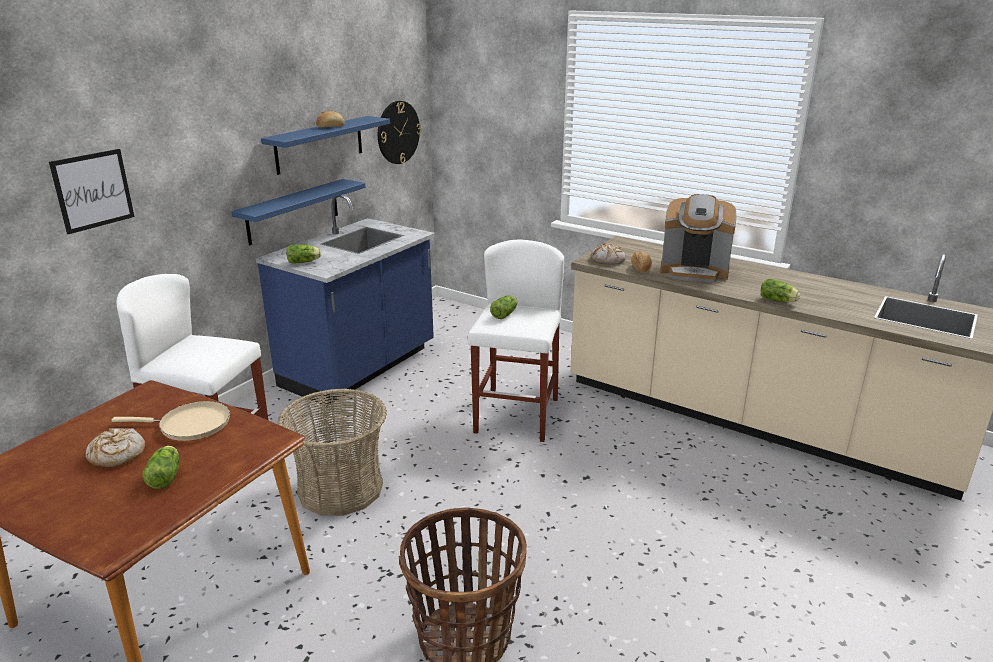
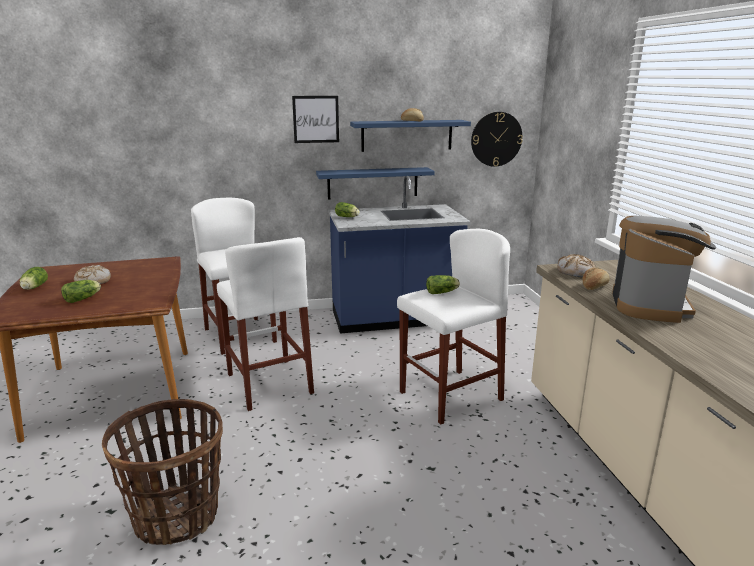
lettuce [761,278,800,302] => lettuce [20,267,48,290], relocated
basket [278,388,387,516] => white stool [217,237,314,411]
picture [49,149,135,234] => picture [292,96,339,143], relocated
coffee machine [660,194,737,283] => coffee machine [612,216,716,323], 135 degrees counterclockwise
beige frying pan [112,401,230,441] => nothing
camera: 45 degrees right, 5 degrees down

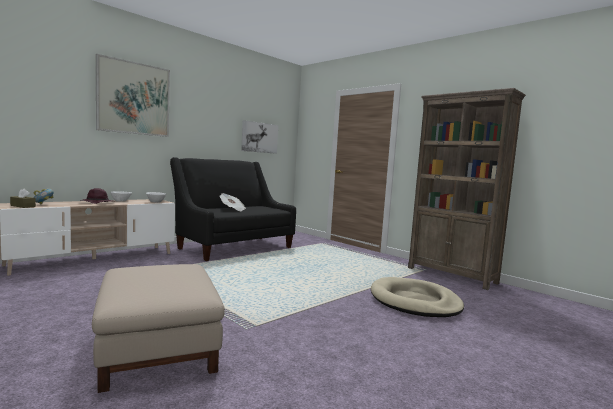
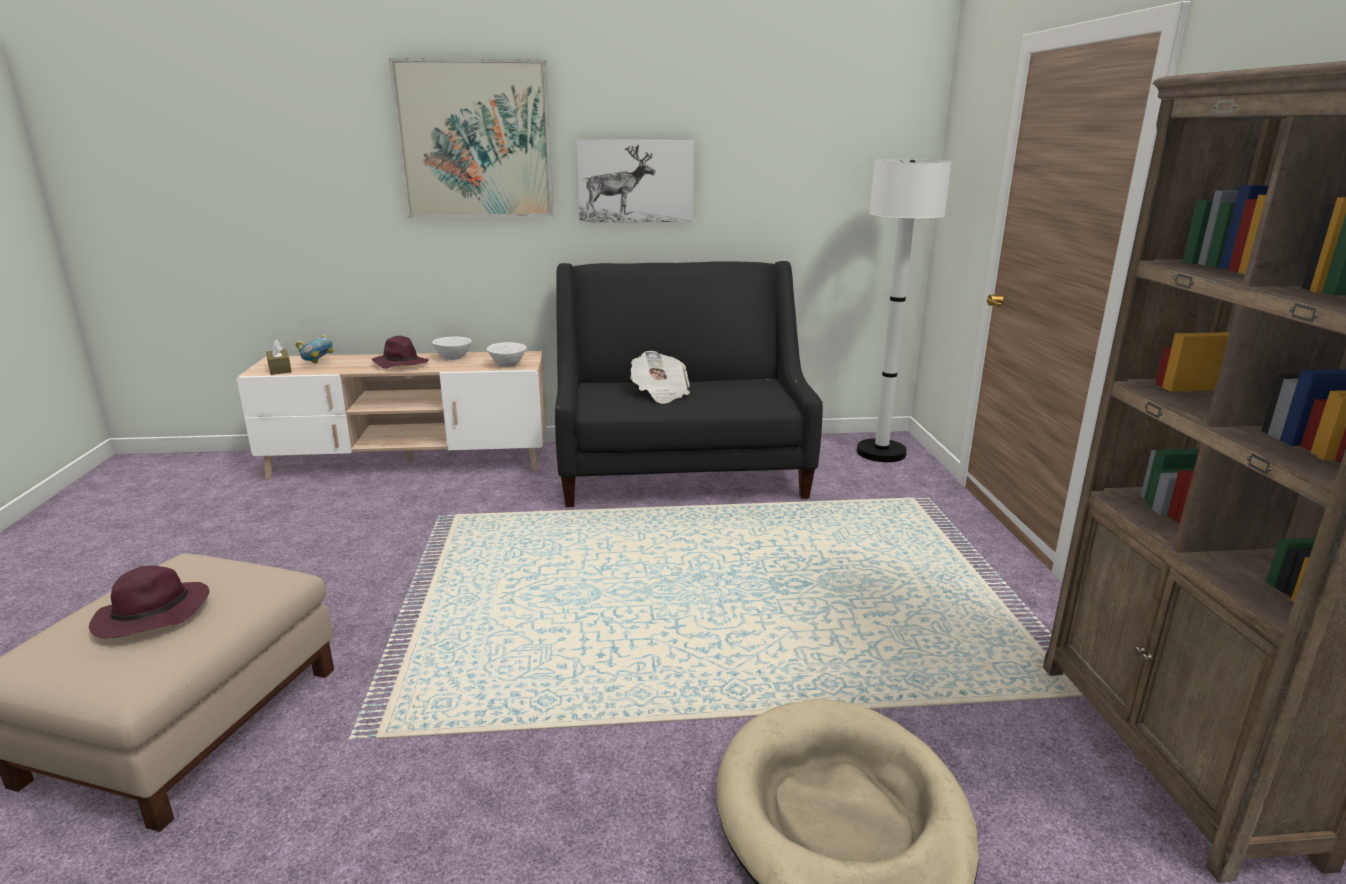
nothing => purple hat [89,565,209,638]
picture [241,120,278,154] => picture [577,140,694,222], relocated
nothing => white floor lamp [857,159,951,462]
camera: 40 degrees right, 15 degrees up

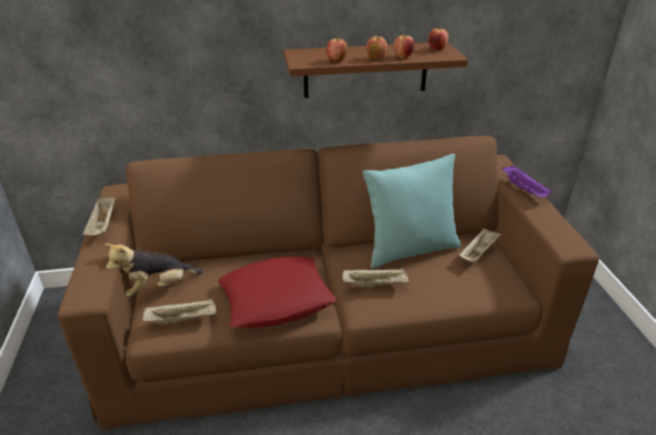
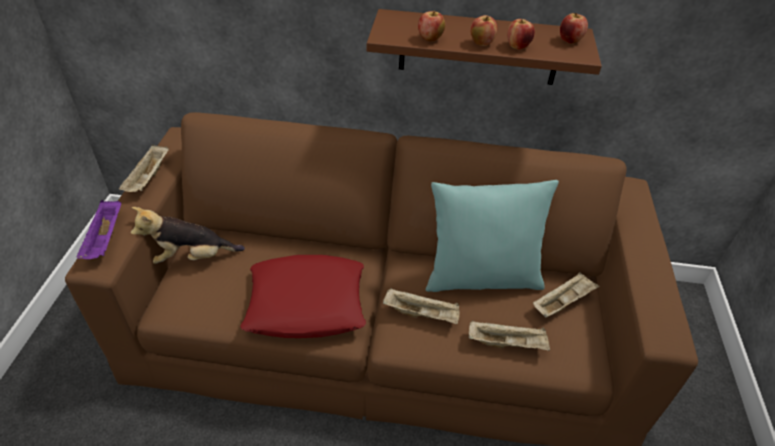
purple tray [502,166,552,197] => purple tray [77,200,121,259], relocated
beige tray [142,298,216,325] => beige tray [469,321,550,351], relocated
camera: 15 degrees right, 10 degrees up

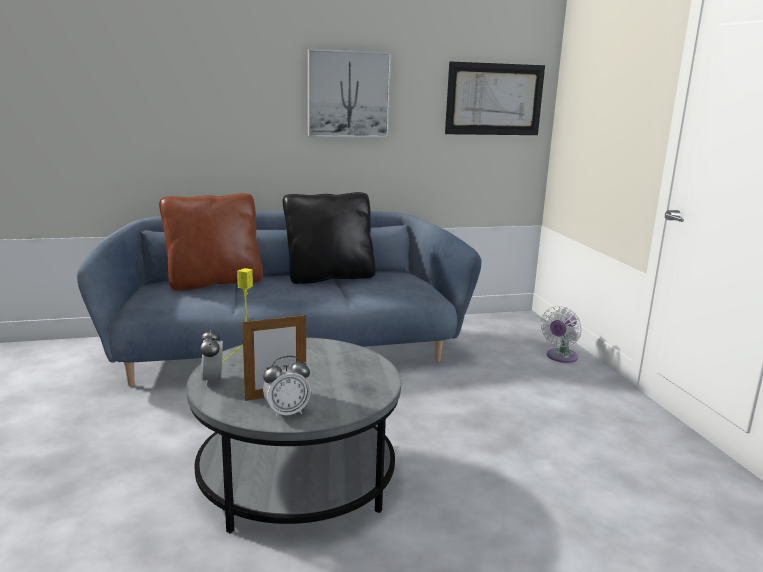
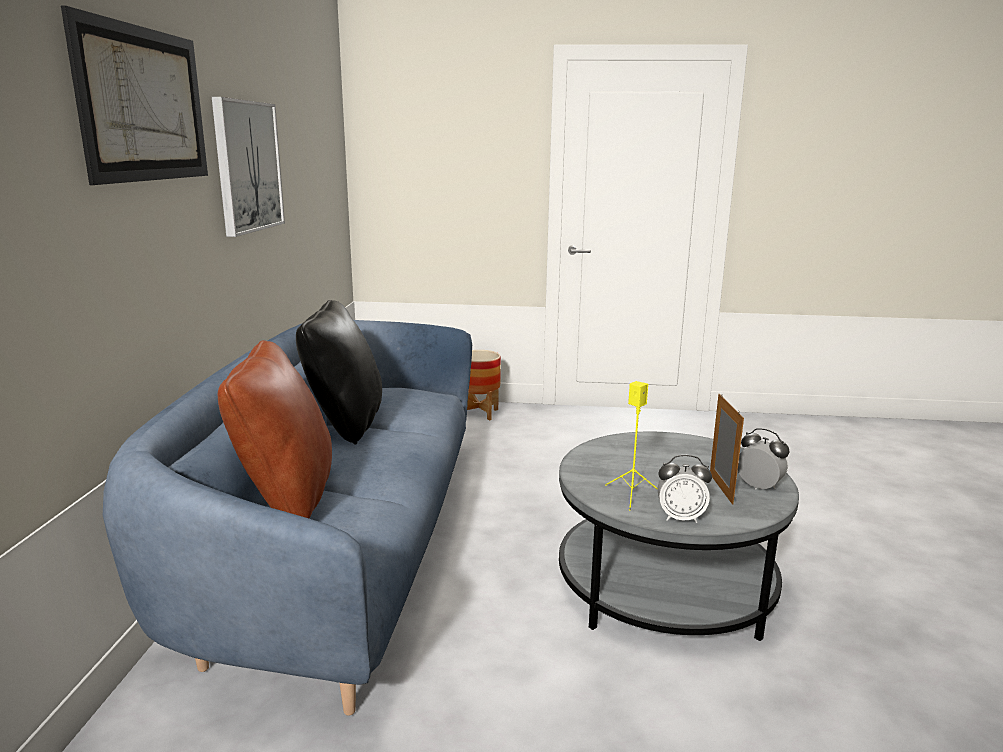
picture [445,61,545,135] => picture [61,5,208,185], relocated
white fan [541,306,582,363] => planter [467,350,501,420]
alarm clock [263,356,311,419] => alarm clock [738,428,789,489], 45 degrees counterclockwise
camera: 70 degrees left, 0 degrees up

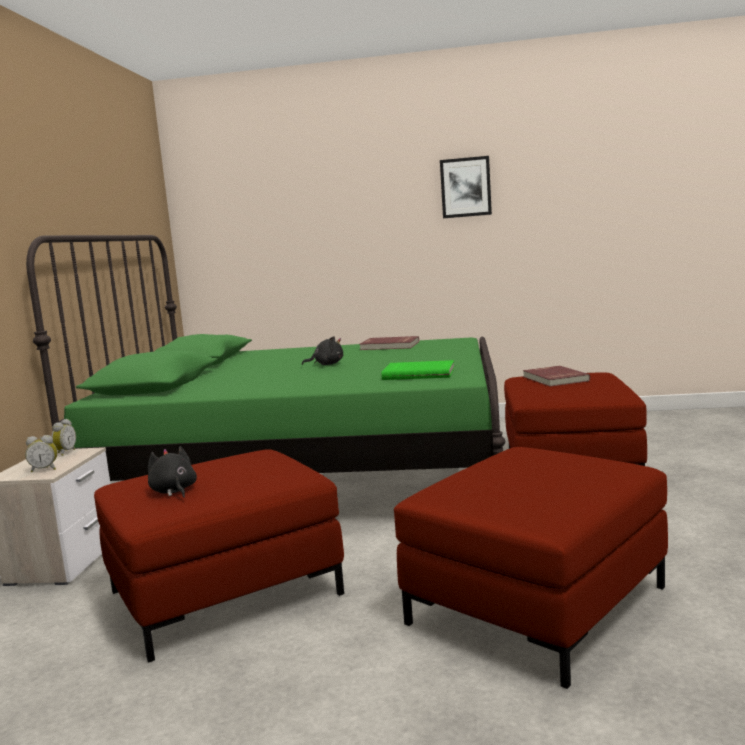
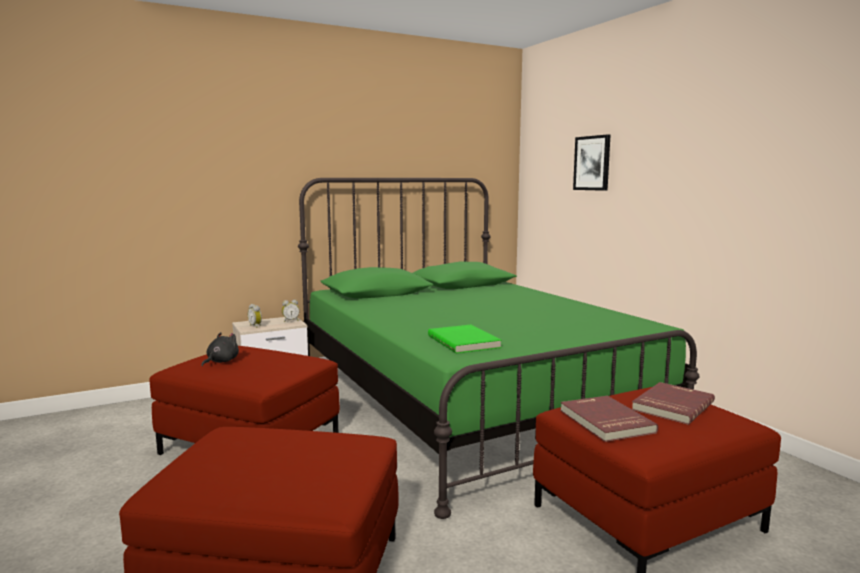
red book [360,336,419,350] => red book [560,396,658,442], relocated
picture [440,156,492,218] => picture [573,134,611,191], relocated
black plush toy [302,336,343,365] => nothing
camera: 55 degrees right, 0 degrees up

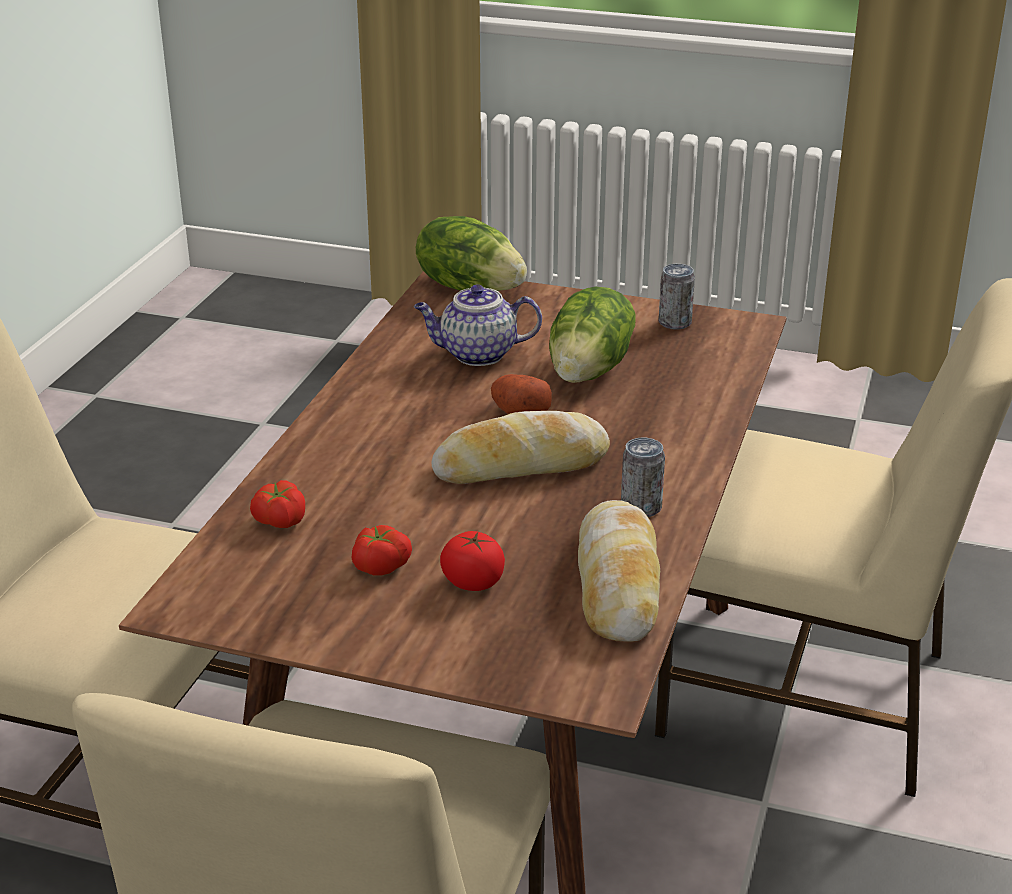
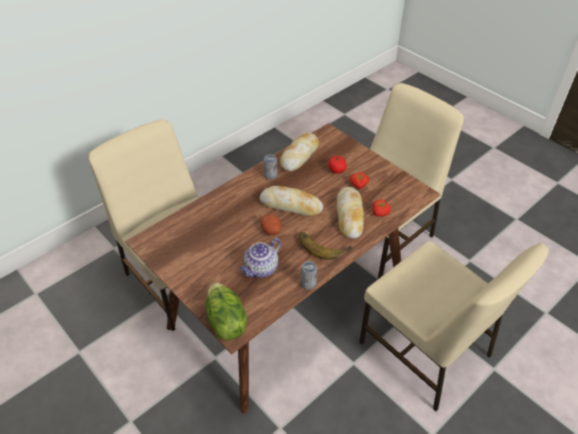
teapot [414,284,542,366] => teapot [239,238,281,278], 105 degrees clockwise
nothing => banana [299,232,352,260]
can [659,264,695,330] => can [301,261,317,290], relocated
nothing => bread [337,187,364,239]
lettuce [549,287,635,383] => nothing
camera: 150 degrees left, 15 degrees up

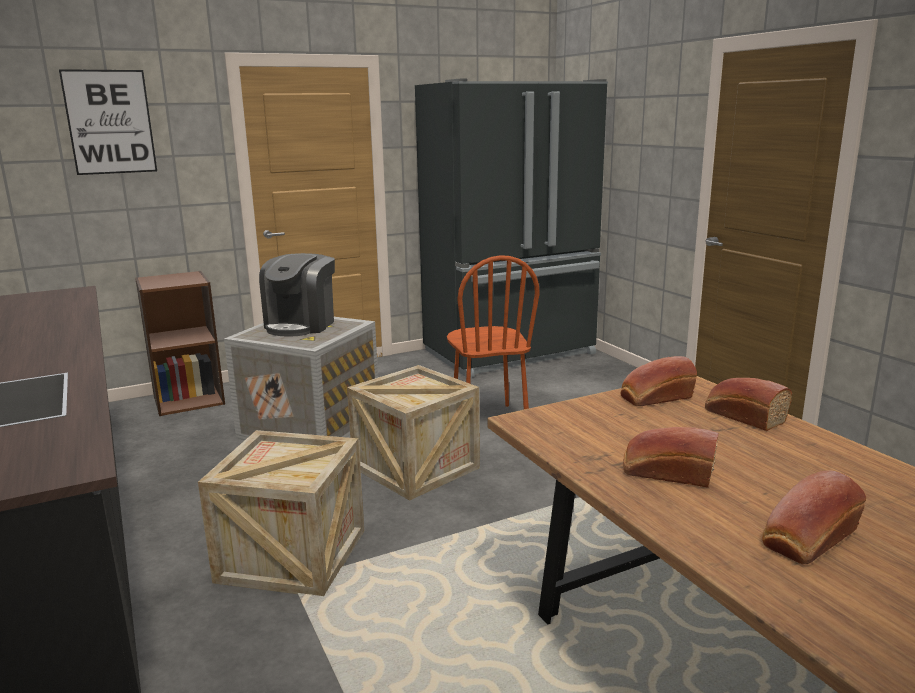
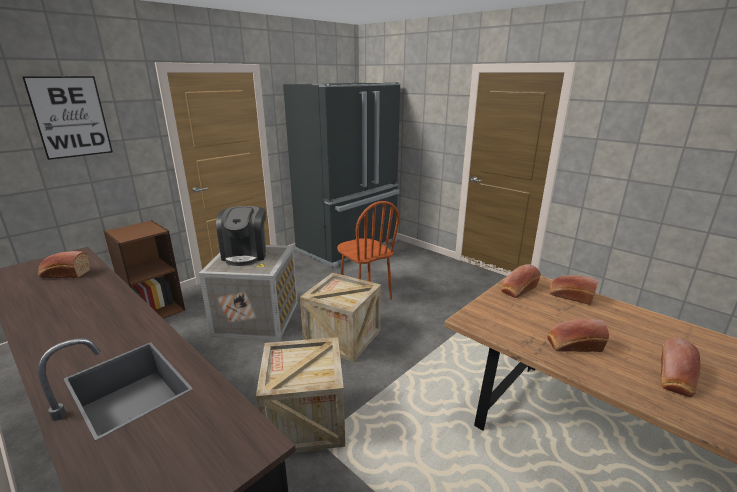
nothing => bread [38,251,90,278]
camera: 20 degrees left, 5 degrees up

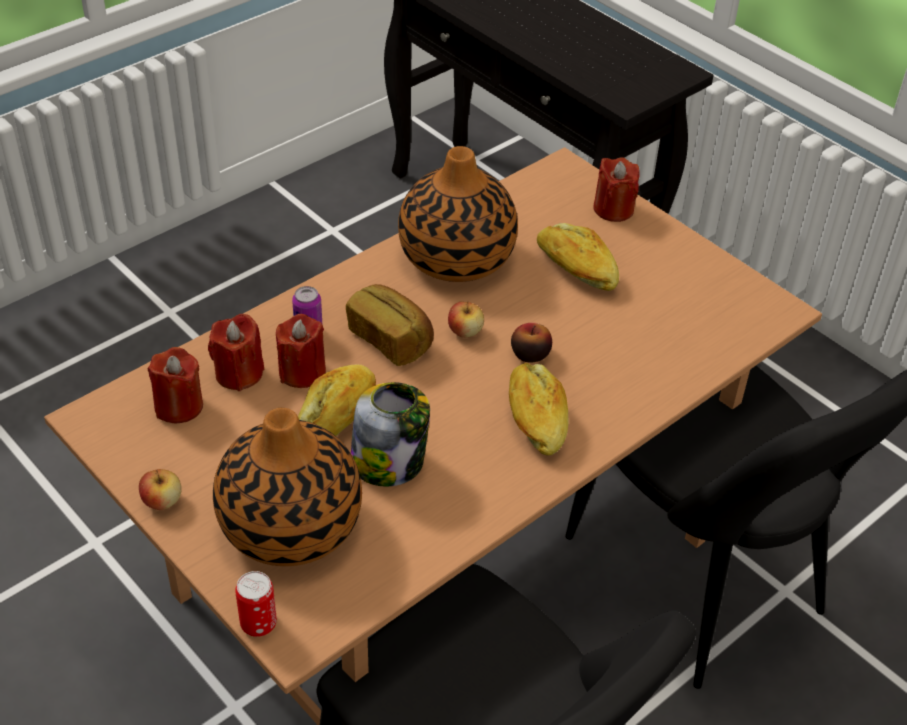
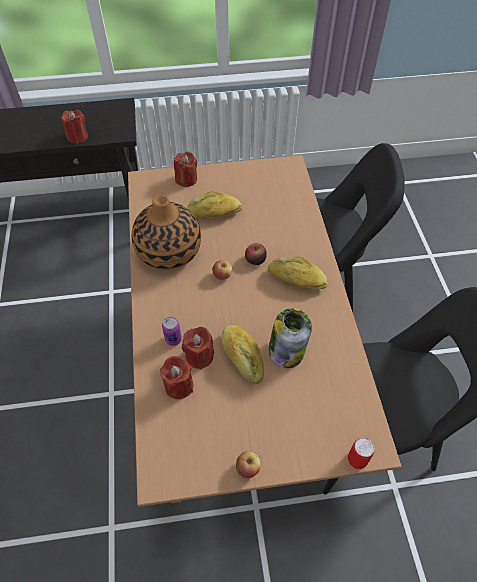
red candle [148,347,203,423] => red candle [61,110,88,144], relocated
vase [213,408,362,566] => nothing
bread [346,284,434,366] => nothing
camera: 55 degrees left, 10 degrees up

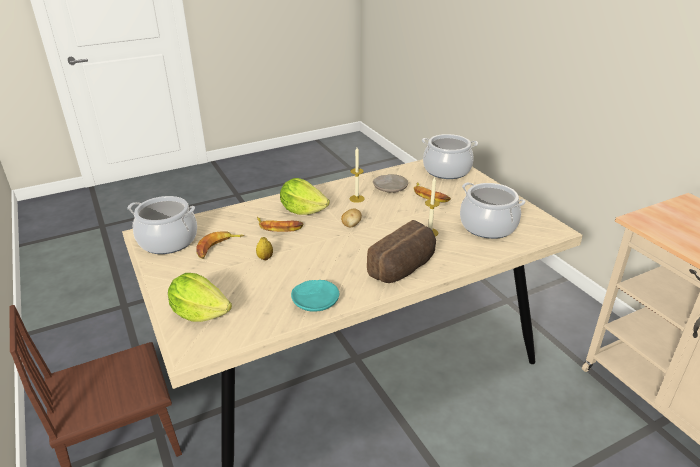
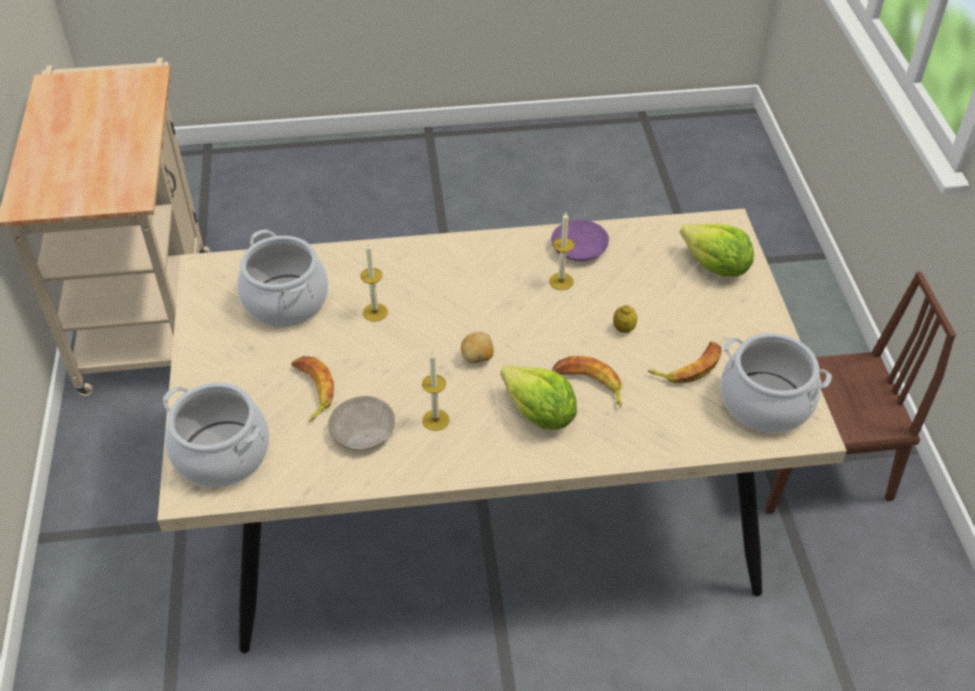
nothing => candle [549,212,575,290]
turquoise plate [291,280,339,312] => purple plate [551,220,609,261]
bread [367,220,436,283] => nothing
camera: 160 degrees left, 15 degrees up

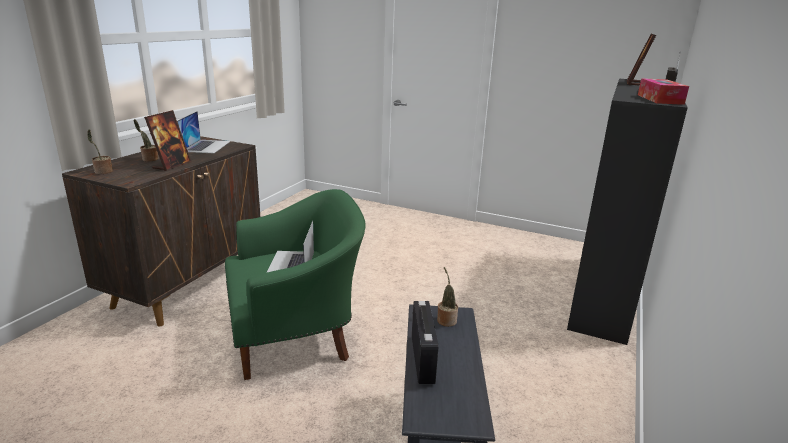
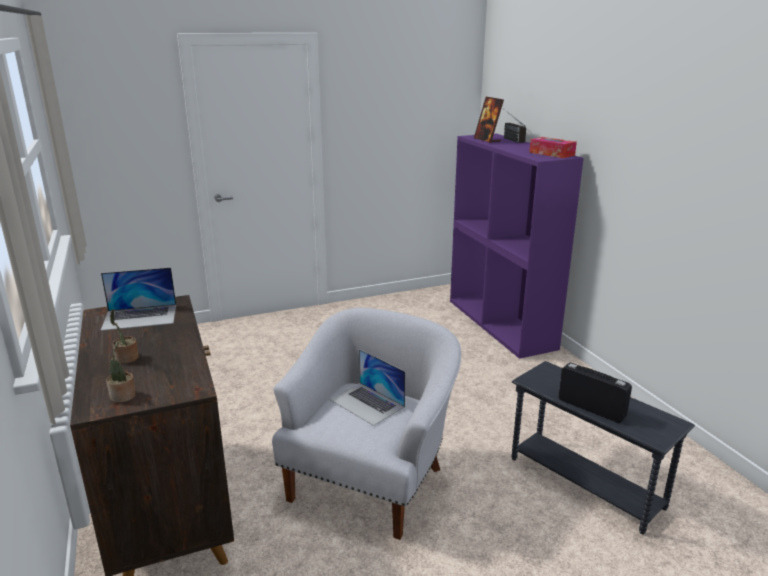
laptop [177,111,231,153] => laptop [101,267,176,331], 120 degrees clockwise
green armchair [225,189,366,380] => white armchair [272,308,461,540]
black bookcase [567,79,688,345] => purple bookcase [450,133,584,359]
picture frame [144,110,191,171] => nothing
potted plant [437,267,458,327] => nothing
camera: 45 degrees left, 0 degrees up

